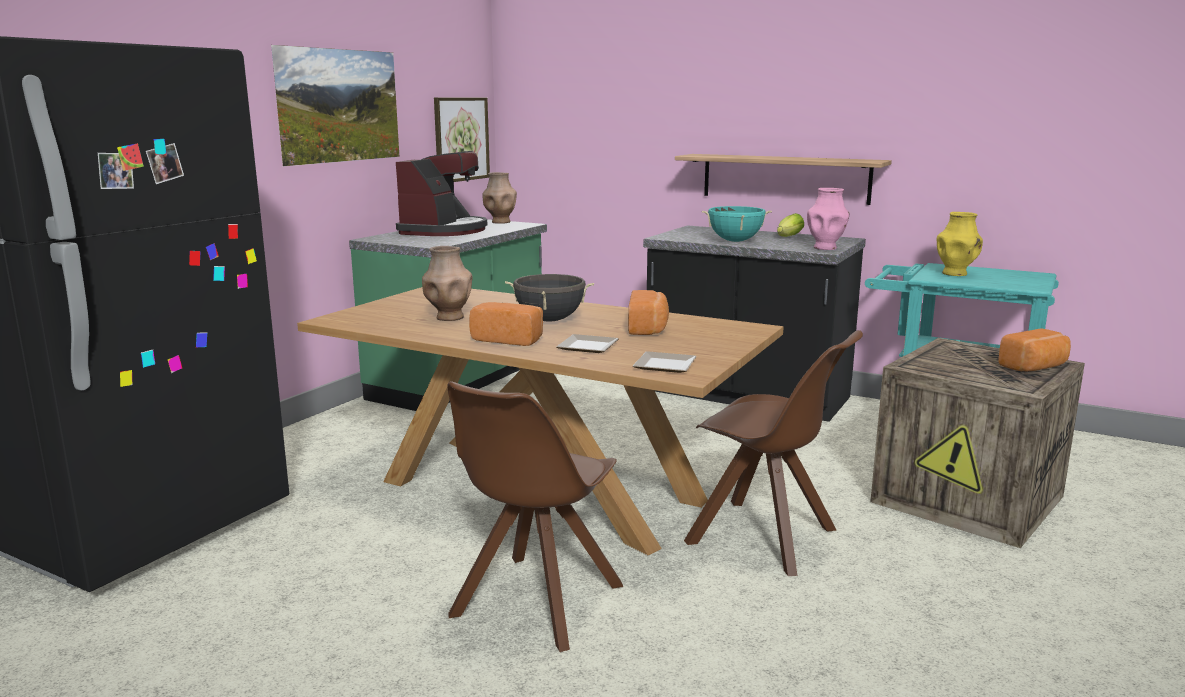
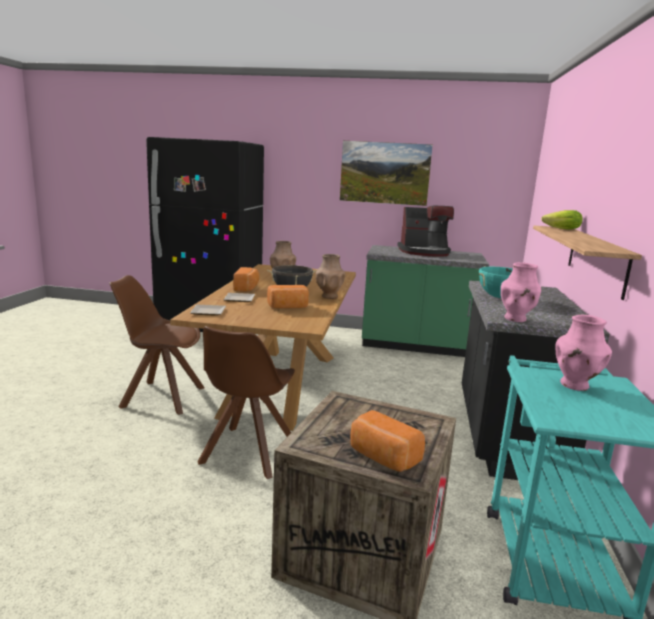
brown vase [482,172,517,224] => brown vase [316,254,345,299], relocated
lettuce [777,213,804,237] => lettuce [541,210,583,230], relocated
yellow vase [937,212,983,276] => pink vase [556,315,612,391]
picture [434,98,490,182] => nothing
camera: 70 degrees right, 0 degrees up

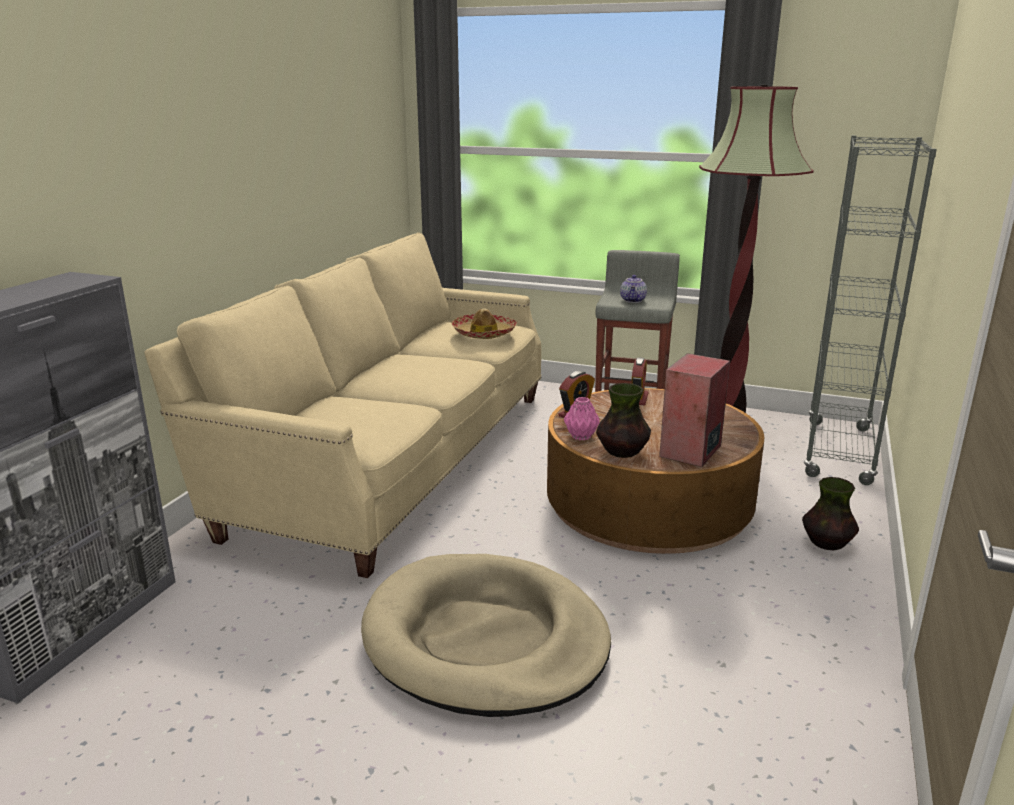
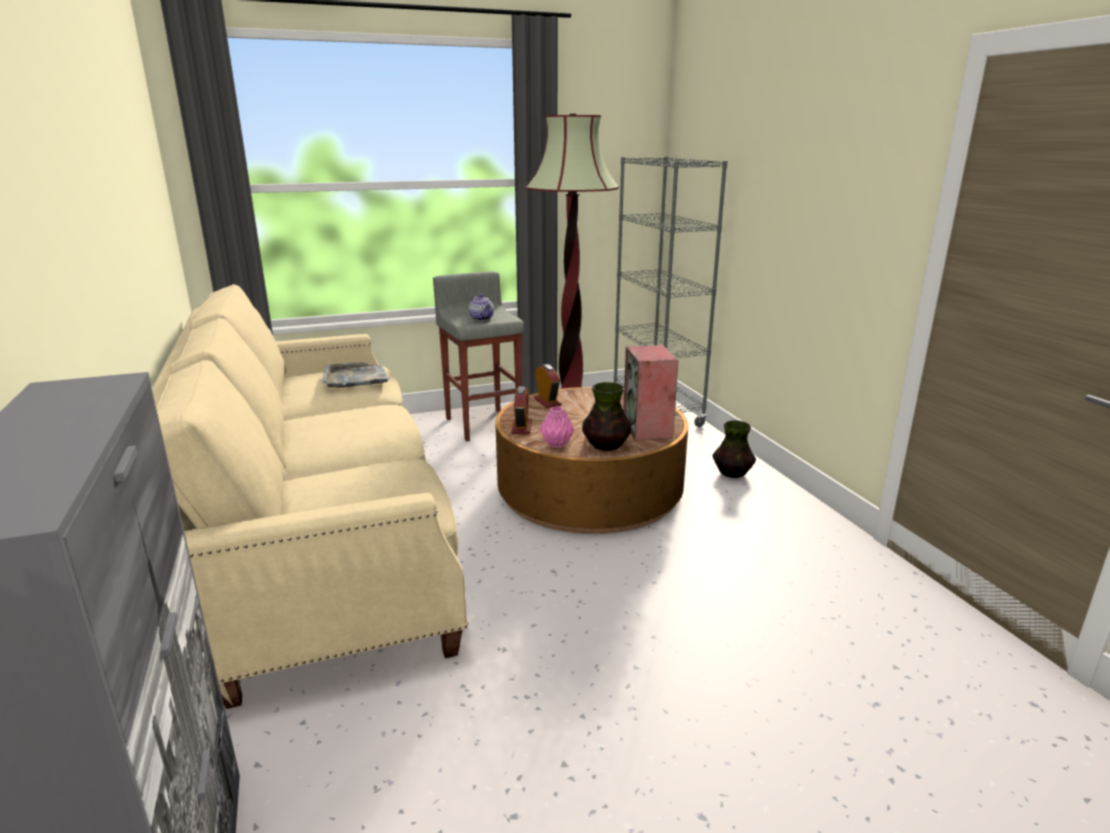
hat [452,308,517,339] => grey tray [322,362,389,388]
beige dog bed [361,554,611,717] => nothing
camera: 40 degrees left, 0 degrees up

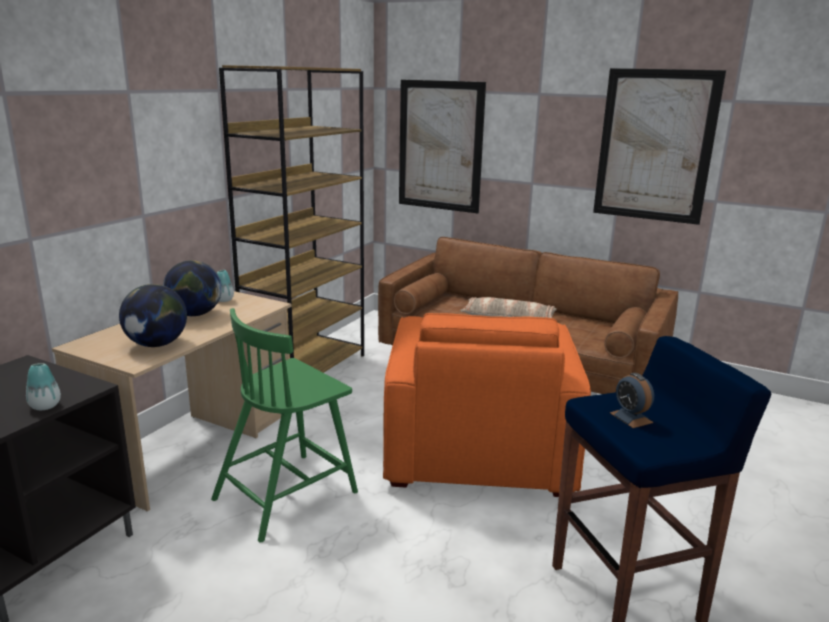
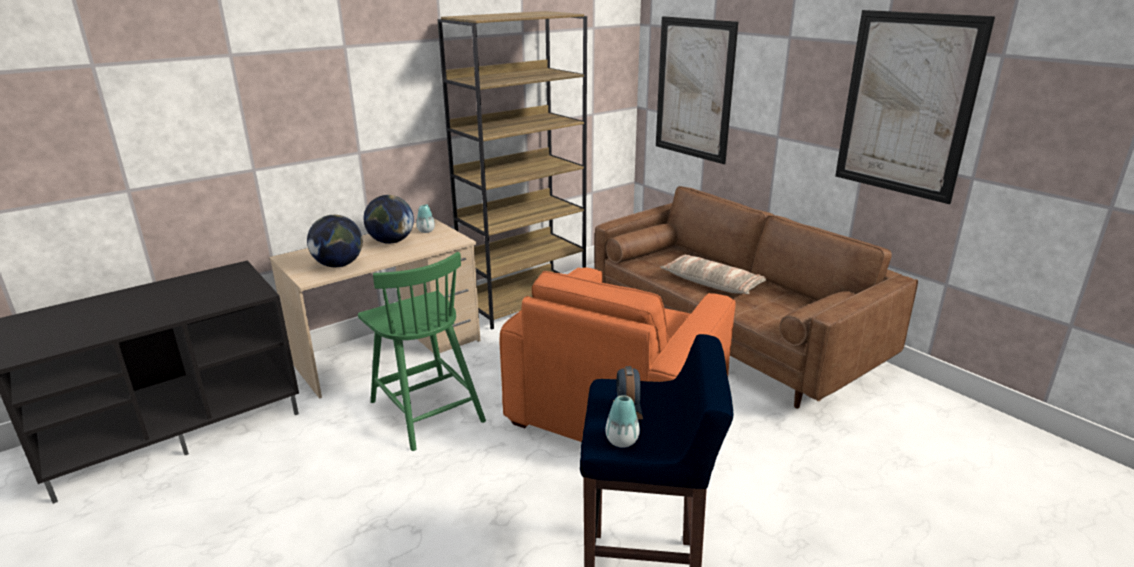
green chair [211,308,358,542] => green chair [358,252,486,451], 105 degrees counterclockwise
vase [26,363,61,410] => vase [605,395,640,448], relocated
camera: 25 degrees right, 5 degrees up

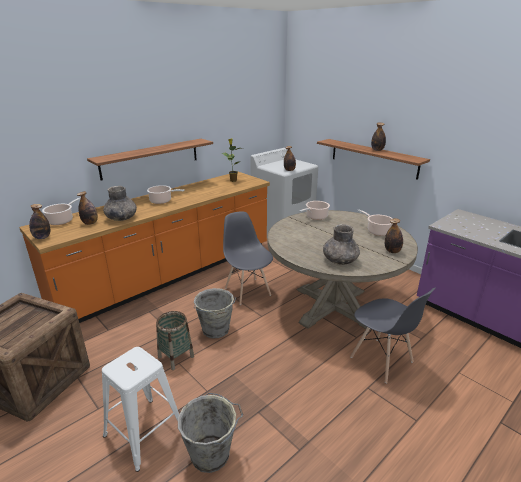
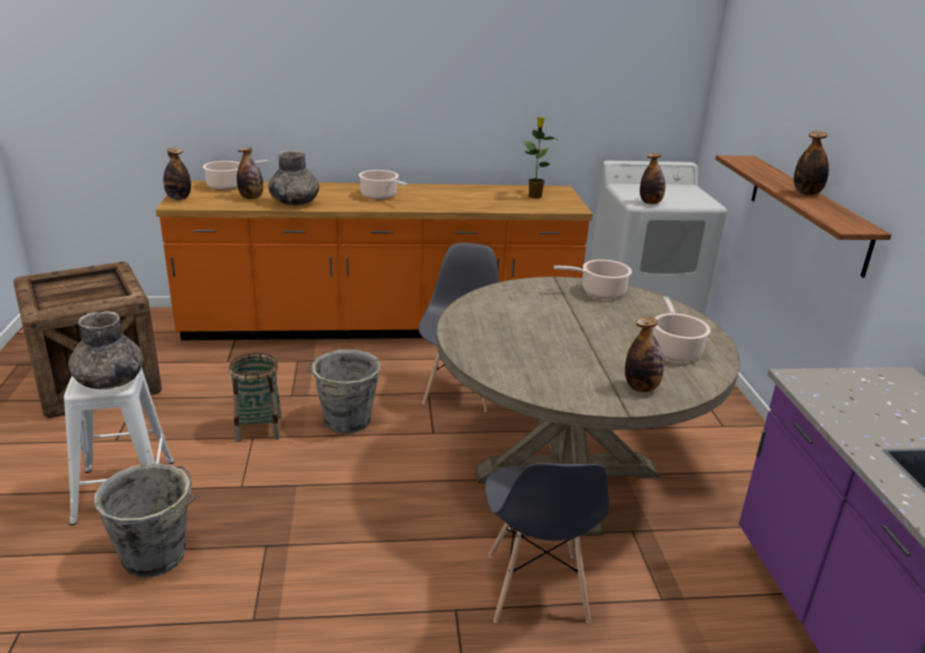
grey vase [323,224,360,265] => grey vase [68,311,144,389], relocated
shelf [87,139,213,180] => nothing
camera: 35 degrees right, 0 degrees up

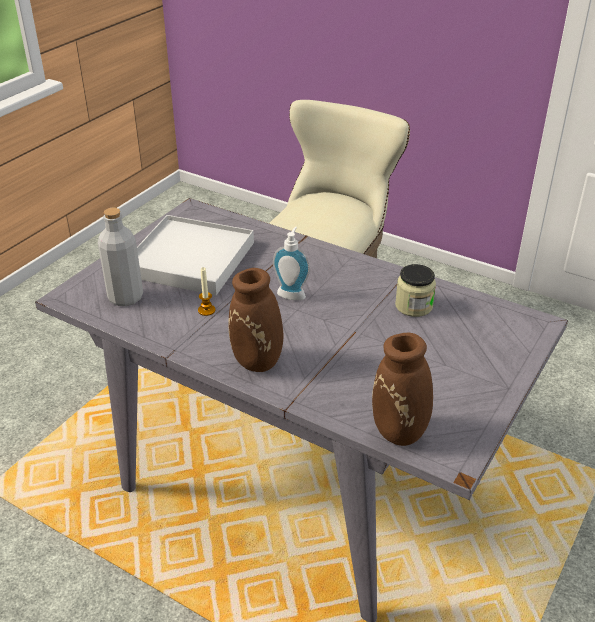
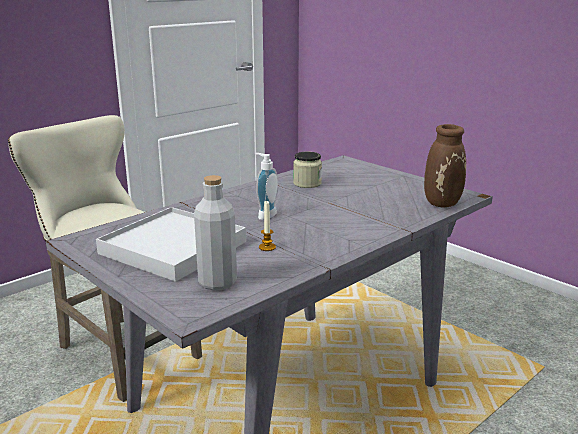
brown vase [229,255,333,372] => nothing
camera: 75 degrees left, 15 degrees down

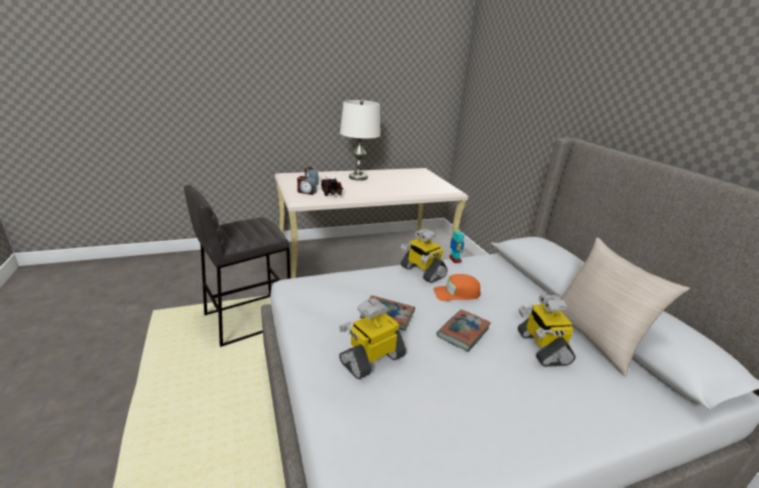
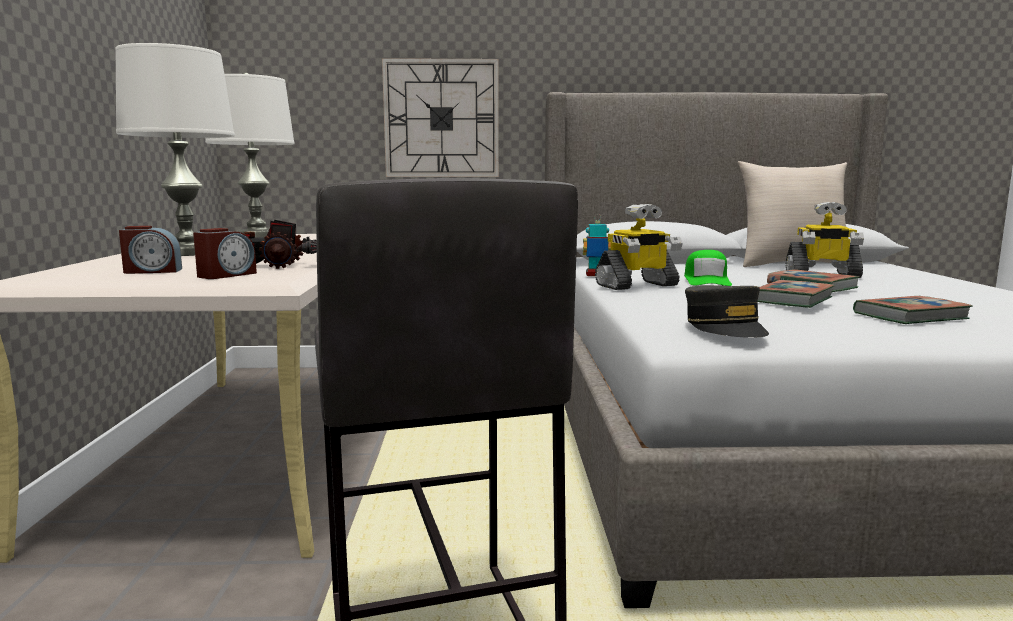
nothing => white table lamp [205,73,295,237]
nothing => wall clock [382,58,499,177]
orange cap [433,274,481,301] => green cap [684,250,732,286]
nothing => grey cap [685,285,769,338]
toy robot [339,298,406,379] => book [853,296,973,324]
camera: 70 degrees left, 15 degrees down

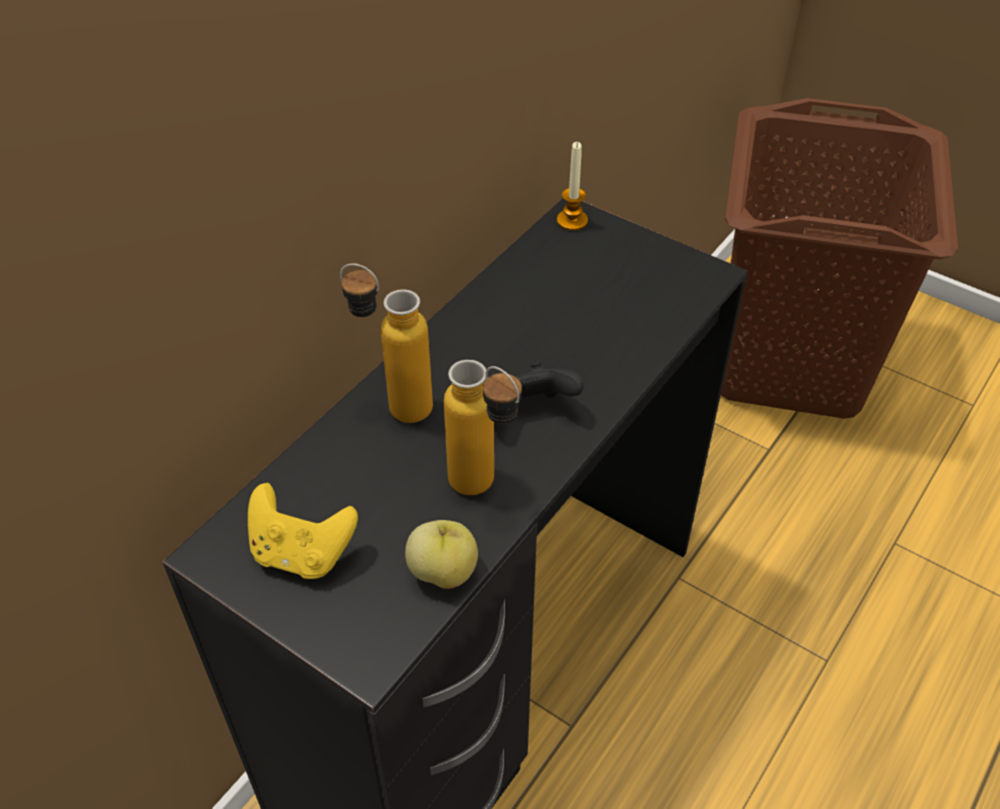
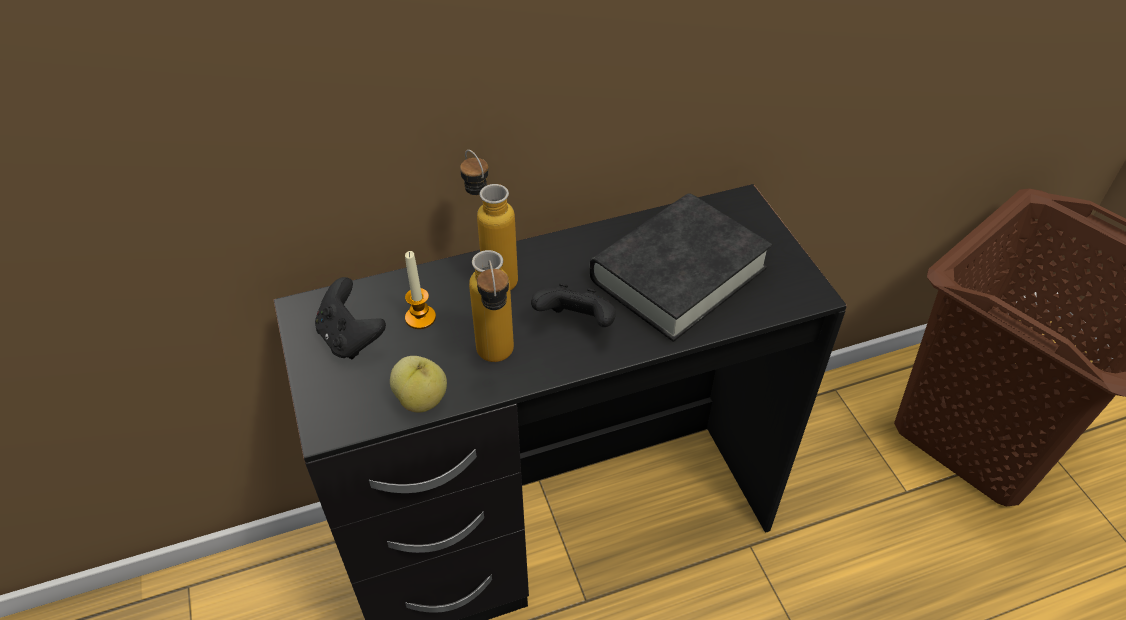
yellow game controller [248,483,358,579] => black game controller [315,277,386,359]
candle [557,142,588,231] => candle [405,251,436,329], relocated
nothing => black book [589,193,772,342]
camera: 35 degrees right, 0 degrees up

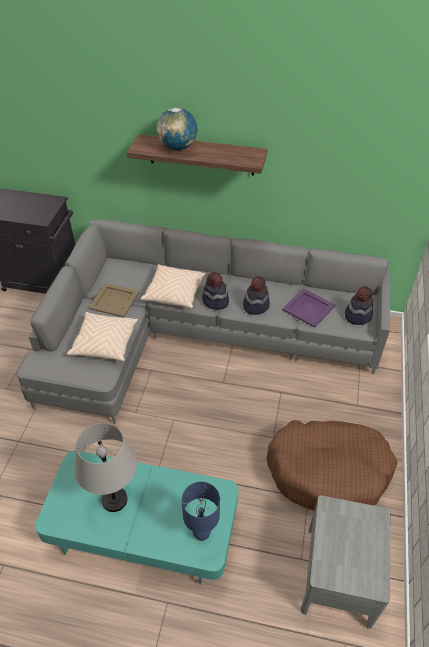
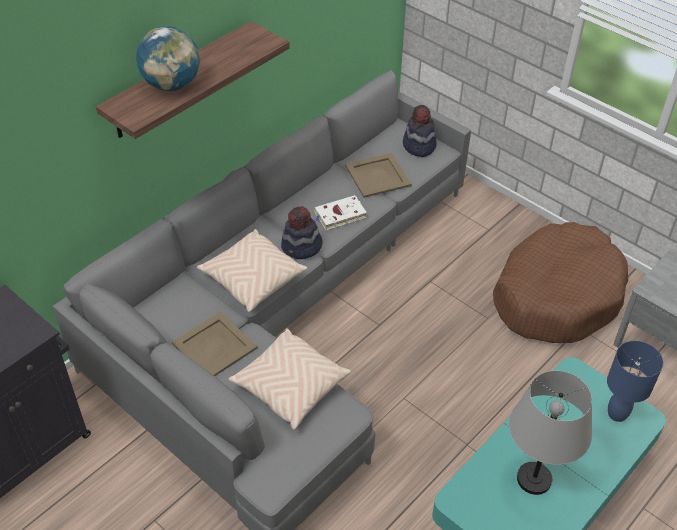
hat [243,276,270,315] => white book [314,195,367,230]
purple tray [282,288,335,328] => beige tray [345,153,412,198]
camera: 60 degrees left, 0 degrees up

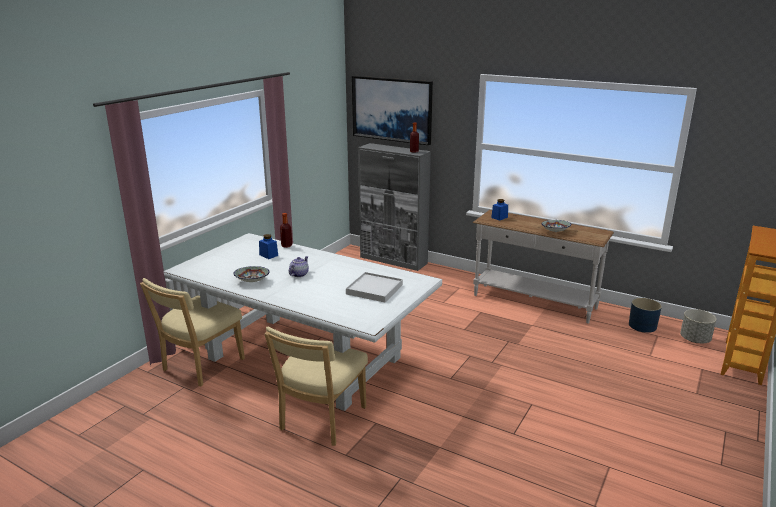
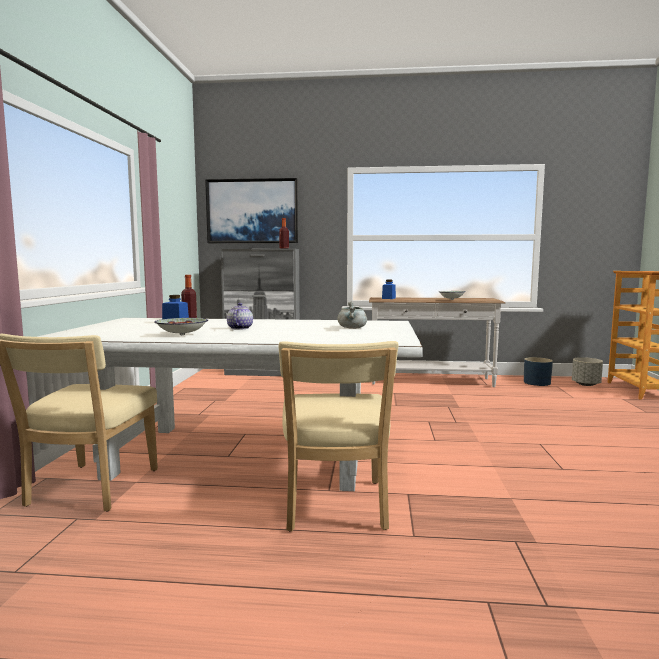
white tray [346,272,403,303] => grey cooking pot [338,301,367,329]
camera: 25 degrees left, 15 degrees down

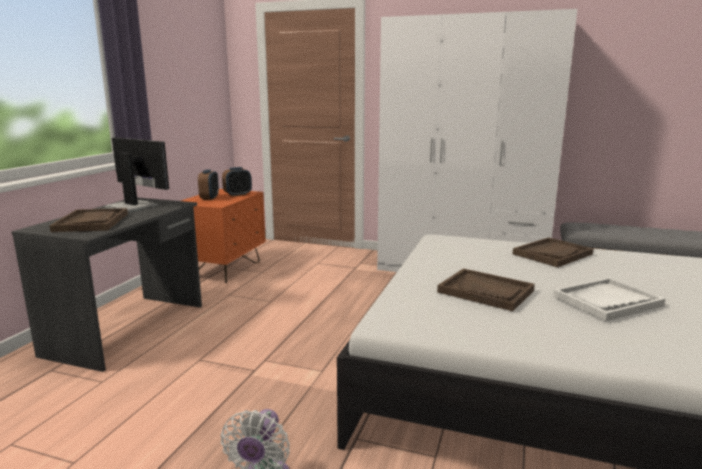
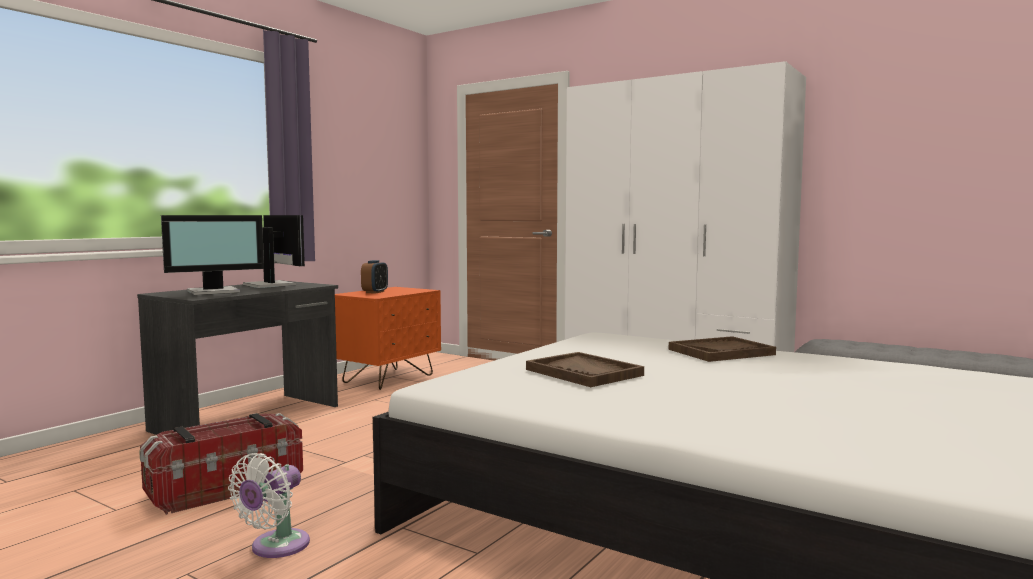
nothing => storage box [139,413,303,515]
brown tray [49,208,128,232] => monitor [161,215,264,295]
alarm clock [222,167,252,197] => nothing
white tray [553,278,665,321] => nothing
camera: 15 degrees right, 10 degrees down

